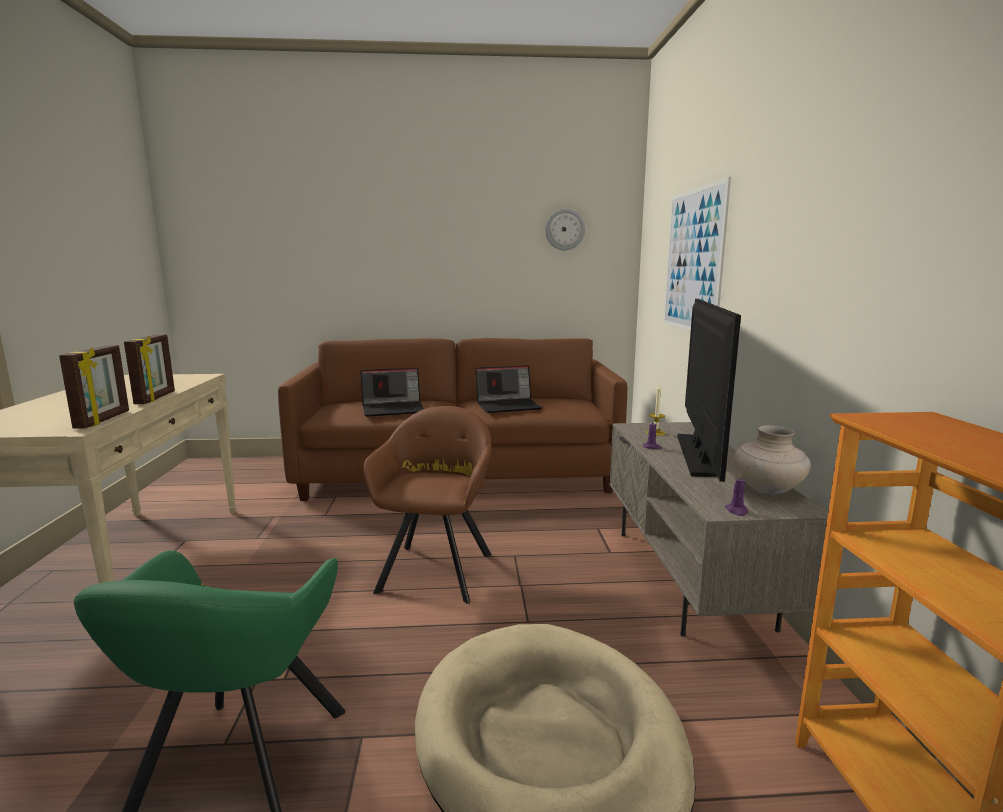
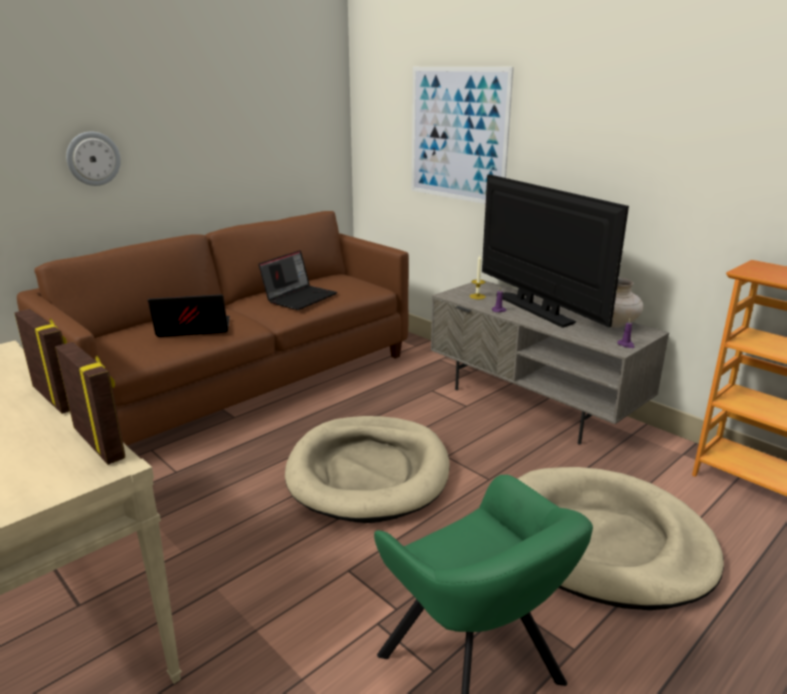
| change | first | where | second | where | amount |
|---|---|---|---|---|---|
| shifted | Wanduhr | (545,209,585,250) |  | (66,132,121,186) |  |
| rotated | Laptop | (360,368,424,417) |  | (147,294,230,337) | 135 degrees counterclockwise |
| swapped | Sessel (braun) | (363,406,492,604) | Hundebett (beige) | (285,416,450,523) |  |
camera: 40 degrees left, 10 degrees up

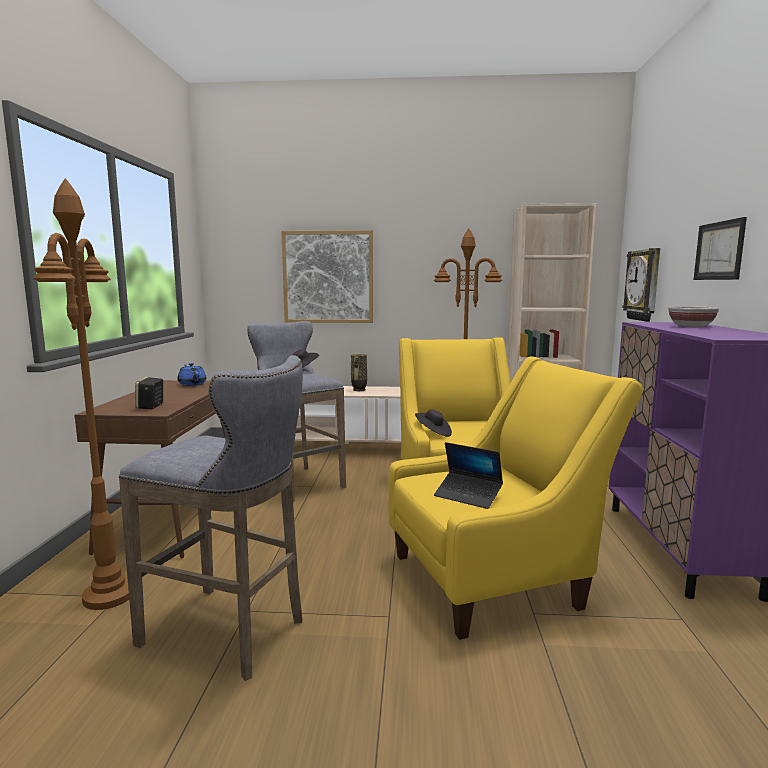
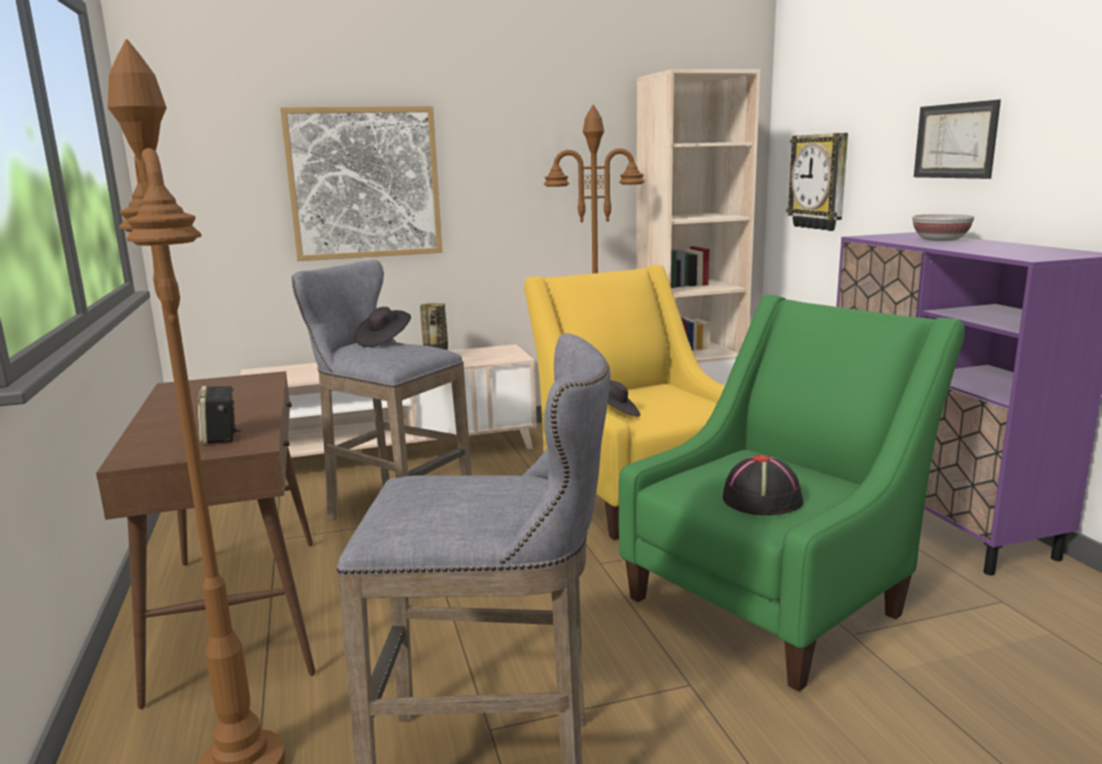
| change | first | where | second | where | amount |
|---|---|---|---|---|---|
| repainted | Sessel (gelb) | (389,356,644,640) | Sessel (grün) | (619,295,965,692) |  |
| gone | Teekanne (blau) | (177,363,206,386) |  |  |  |
| swapped | Laptop | (434,442,503,509) | Hut (schwarz) | (723,455,803,515) |  |
camera: 20 degrees left, 5 degrees up

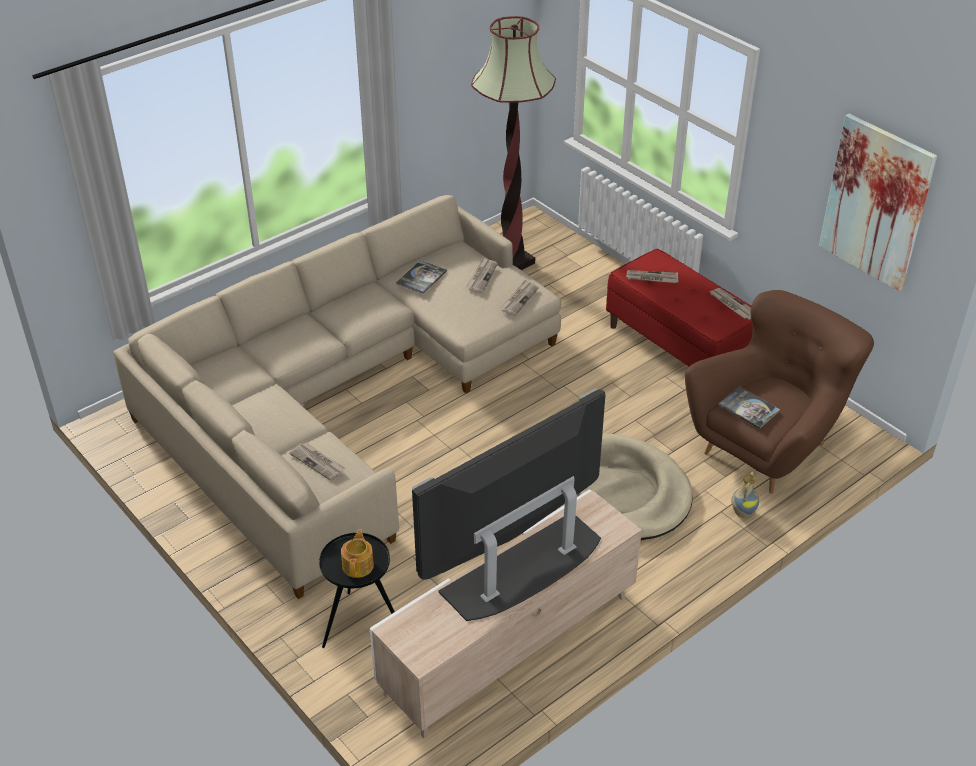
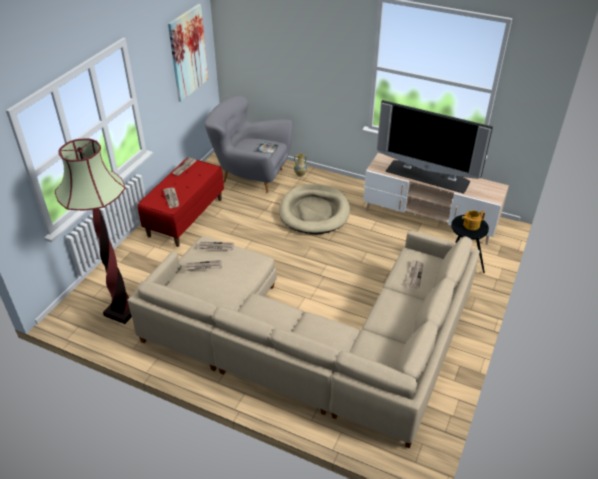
| change | first | where | second | where | amount |
|---|---|---|---|---|---|
| gone | Buch | (396,261,447,294) |  |  |  |
| repainted | Sessel (braun) | (685,290,874,494) | Sessel (grau) | (205,95,293,193) |  |
camera: 115 degrees left, 0 degrees up

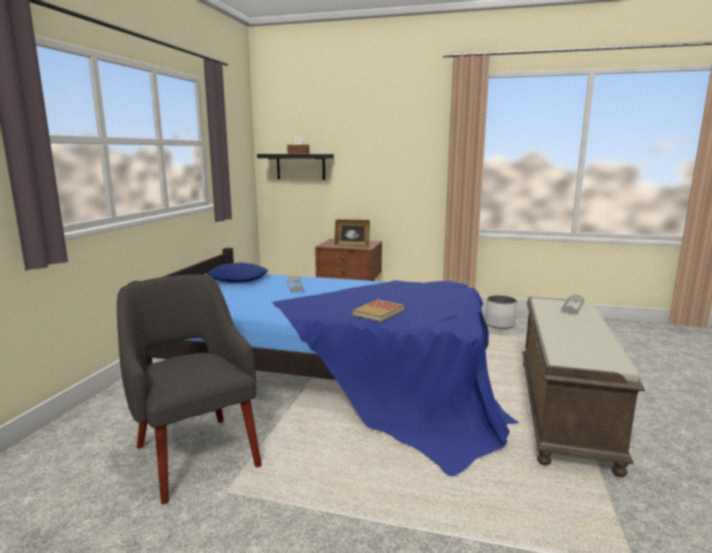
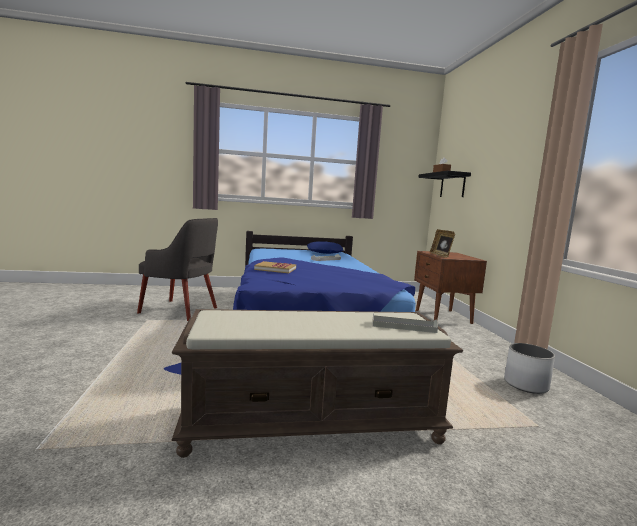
| change | first | where | second | where | amount |
|---|---|---|---|---|---|
| rotated | Sessel (grau) | (117,274,262,504) |  | (137,218,218,321) | 75 degrees clockwise |
camera: 65 degrees right, 5 degrees down

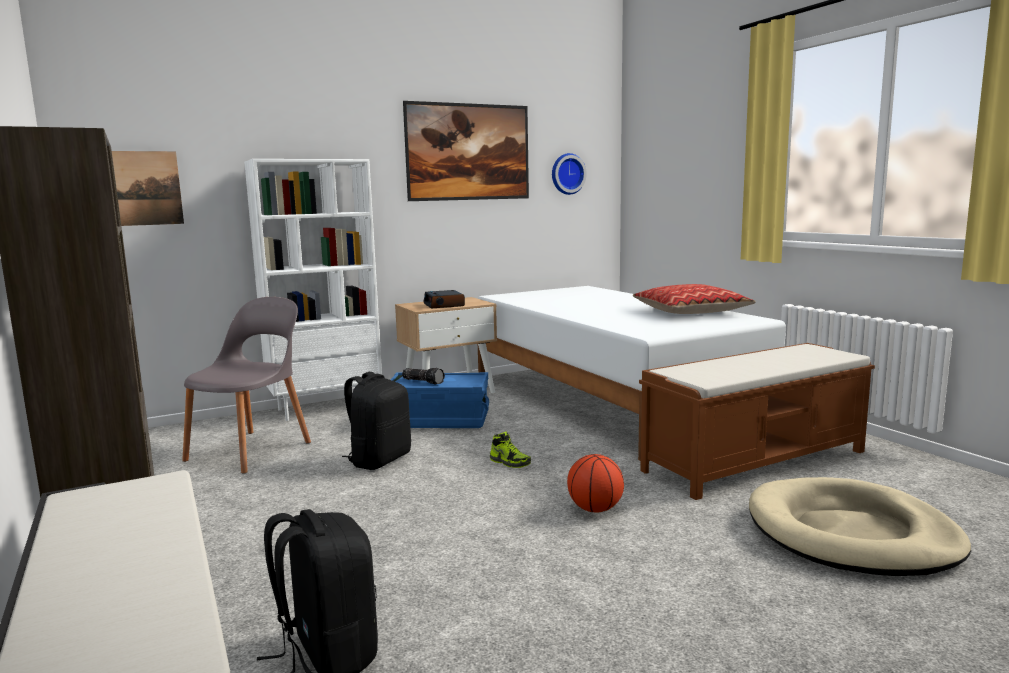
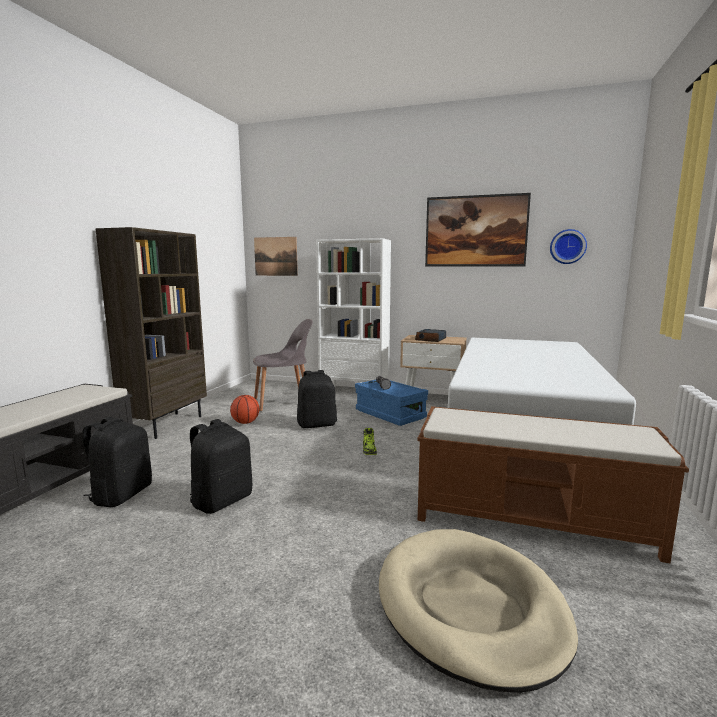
| change | first | where | second | where | amount |
|---|---|---|---|---|---|
| gone | Kissen | (633,284,756,314) |  |  |  |
| shifted | Basketball | (567,454,624,513) |  | (230,395,259,424) |  |
| new |  |  | Rucksack (schwarz) | (190,419,252,514) |  |
camera: 45 degrees right, 0 degrees up

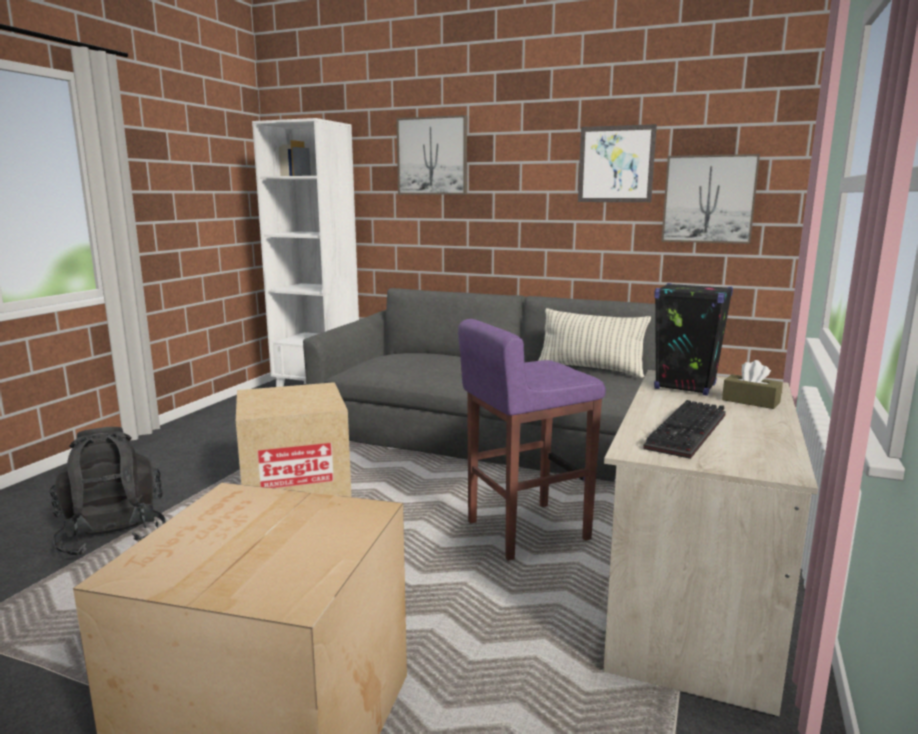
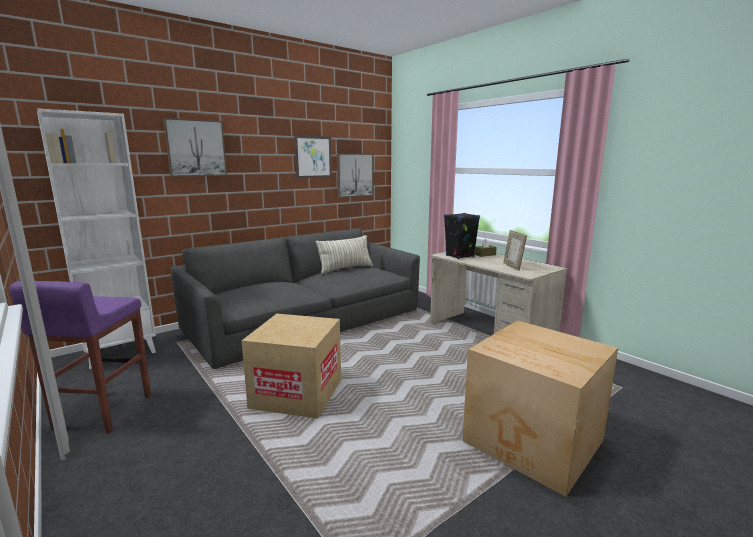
| change | first | where | second | where | amount |
|---|---|---|---|---|---|
| shifted | Hocker (lila) | (458,319,606,561) |  | (9,281,151,433) |  |
| swapped | Tastatur | (643,400,726,459) | Bilderrahmen | (503,230,527,271) |  |
| gone | Rucksack (schwarz) | (49,427,165,557) |  |  |  |
camera: 60 degrees left, 0 degrees up

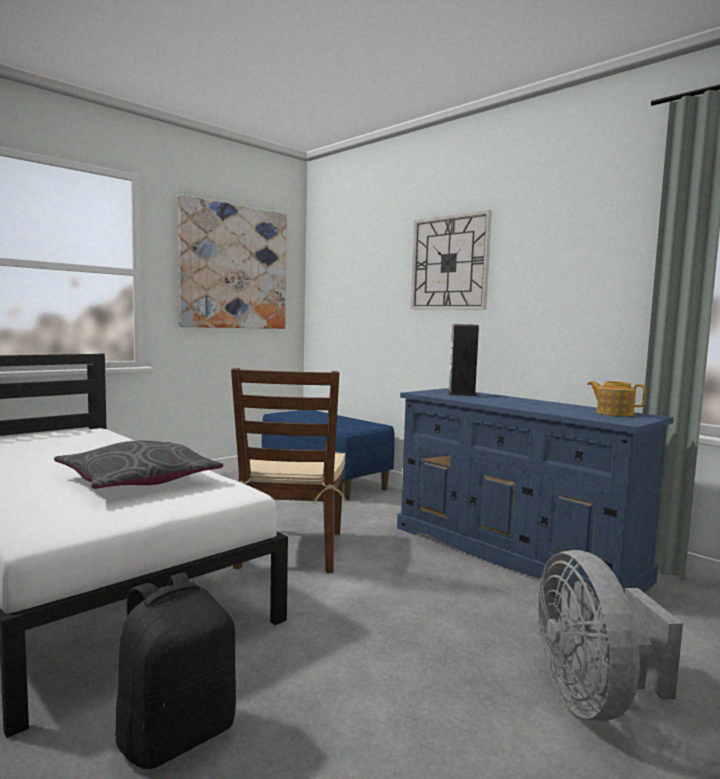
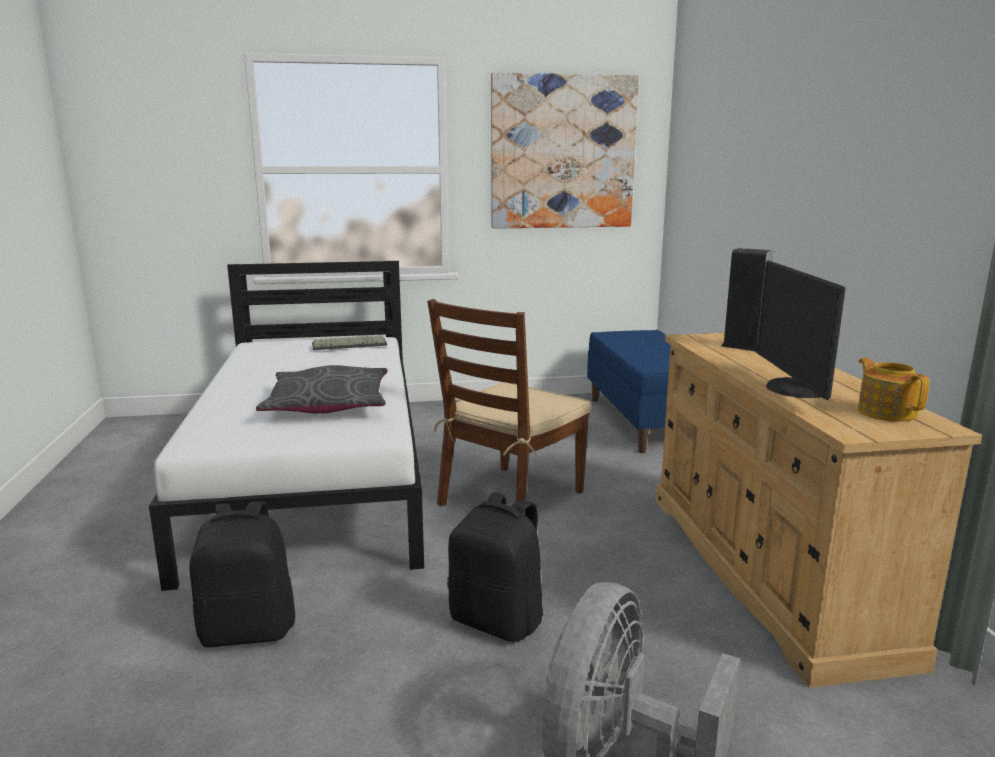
| change | first | where | second | where | amount |
|---|---|---|---|---|---|
| gone | Wanduhr | (411,210,492,310) |  |  |  |
| repainted | Kommode (blau) | (397,388,674,604) | Kommode (beige) | (656,333,982,688) |  |
| new |  |  | Monitor | (756,261,846,400) |  |
| new |  |  | Tastatur | (312,335,387,350) |  |
| new |  |  | Rucksack (schwarz) | (447,492,544,642) |  |
camera: 35 degrees right, 10 degrees up

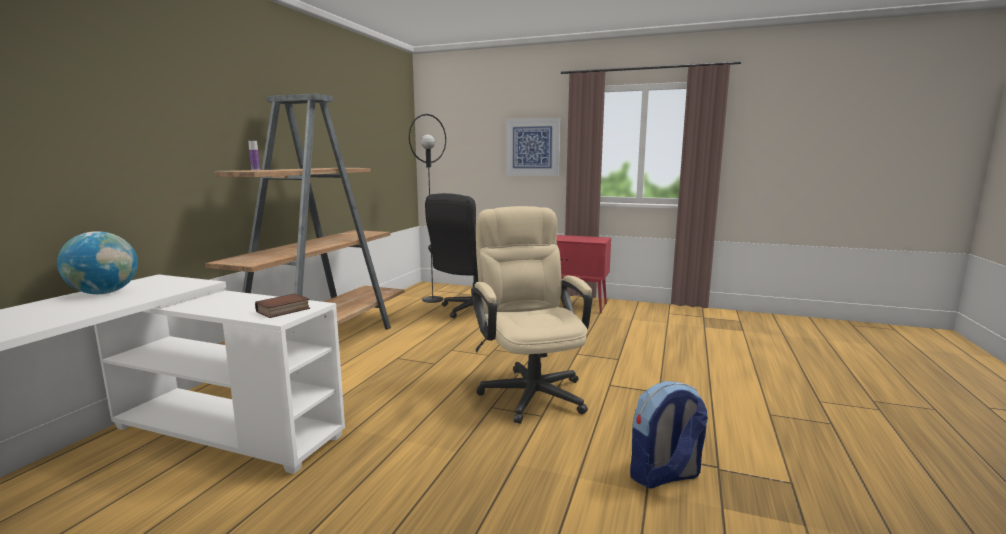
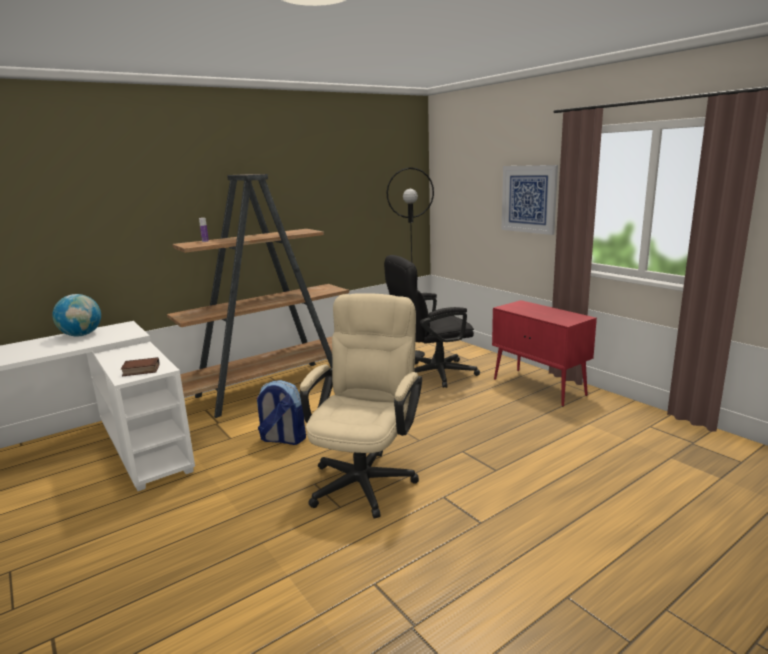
| change | first | where | second | where | amount |
|---|---|---|---|---|---|
| shifted | Rucksack | (630,381,708,489) |  | (256,380,306,445) |  |
camera: 35 degrees right, 5 degrees up

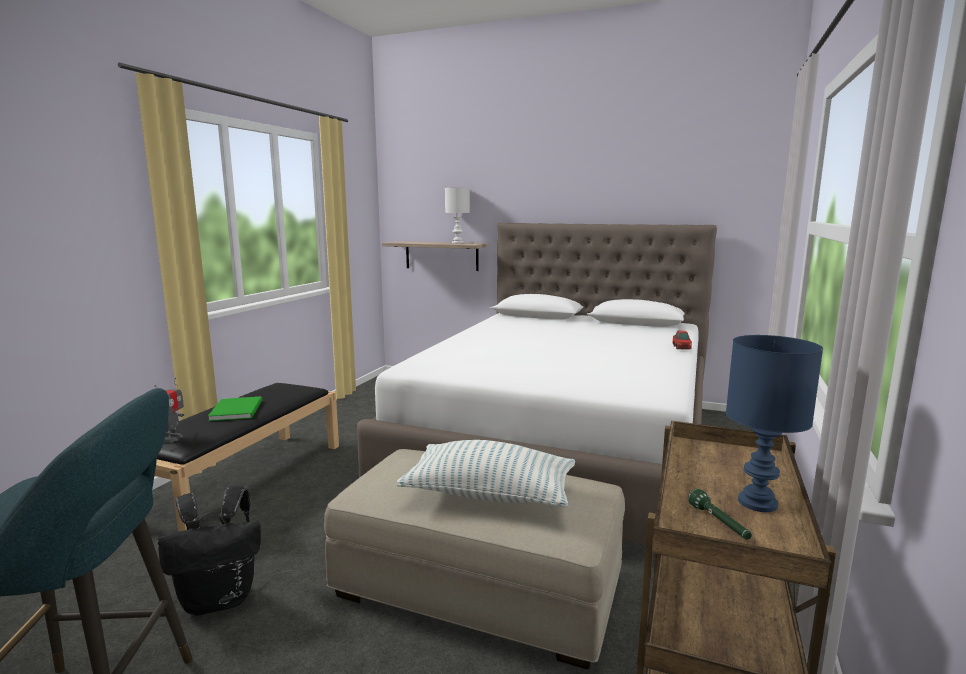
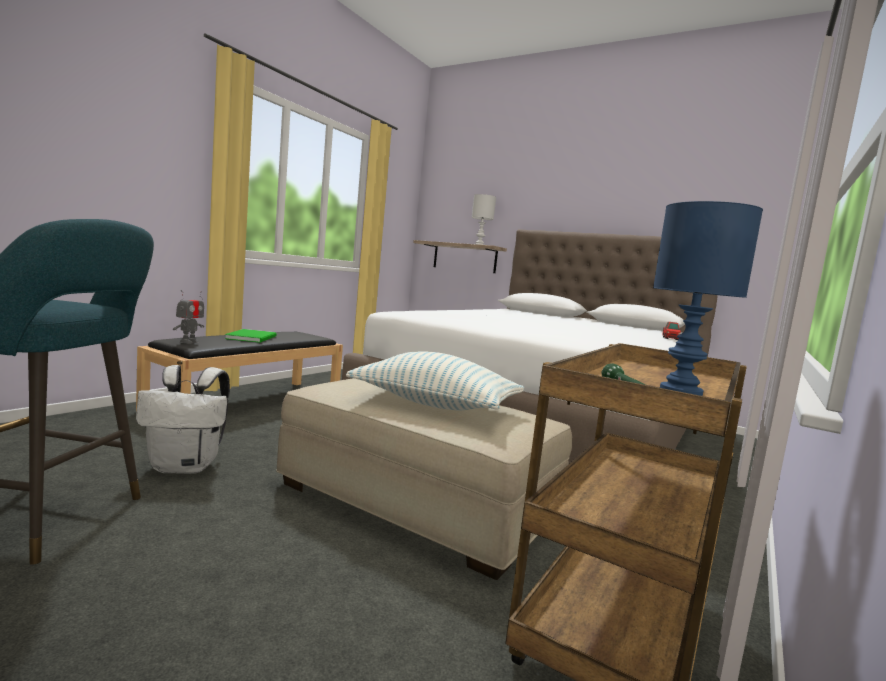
| change | first | where | second | where | amount |
|---|---|---|---|---|---|
| repainted | Rucksack (schwarz) | (158,486,261,615) | Rucksack (weiß) | (136,365,230,474) |  |
camera: 10 degrees right, 5 degrees down

